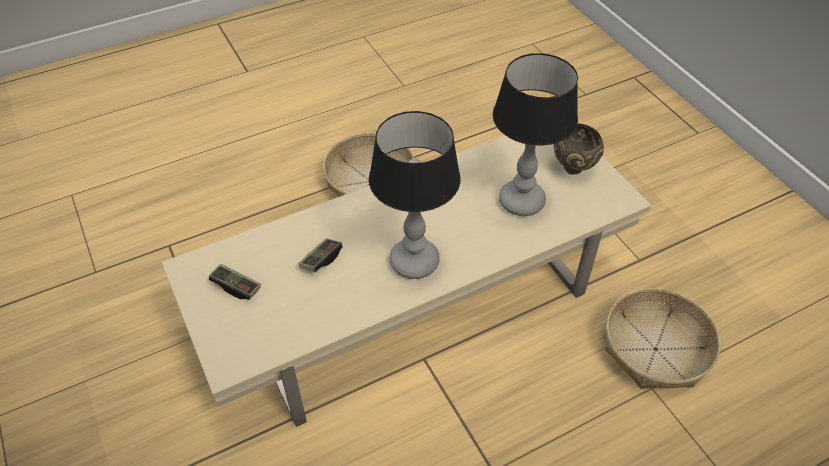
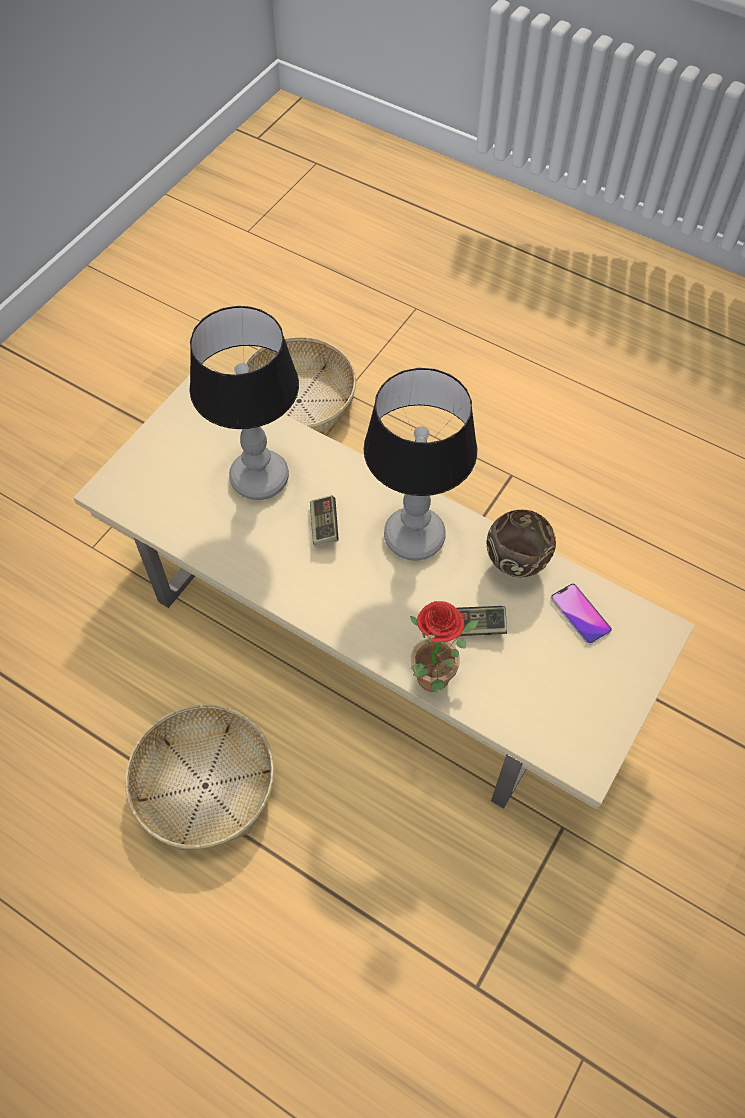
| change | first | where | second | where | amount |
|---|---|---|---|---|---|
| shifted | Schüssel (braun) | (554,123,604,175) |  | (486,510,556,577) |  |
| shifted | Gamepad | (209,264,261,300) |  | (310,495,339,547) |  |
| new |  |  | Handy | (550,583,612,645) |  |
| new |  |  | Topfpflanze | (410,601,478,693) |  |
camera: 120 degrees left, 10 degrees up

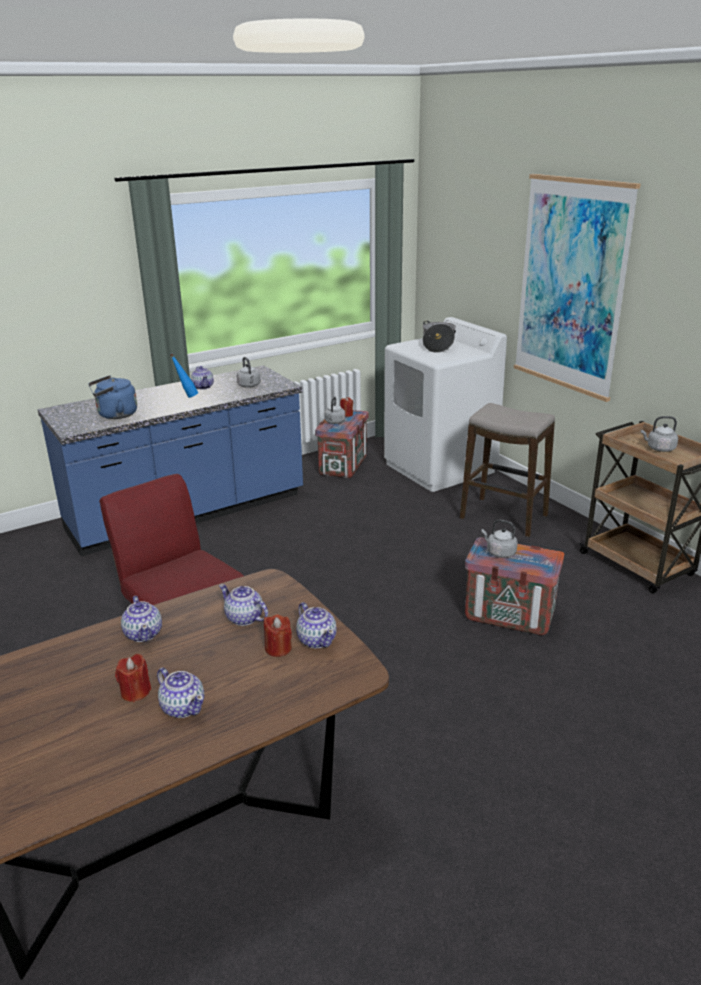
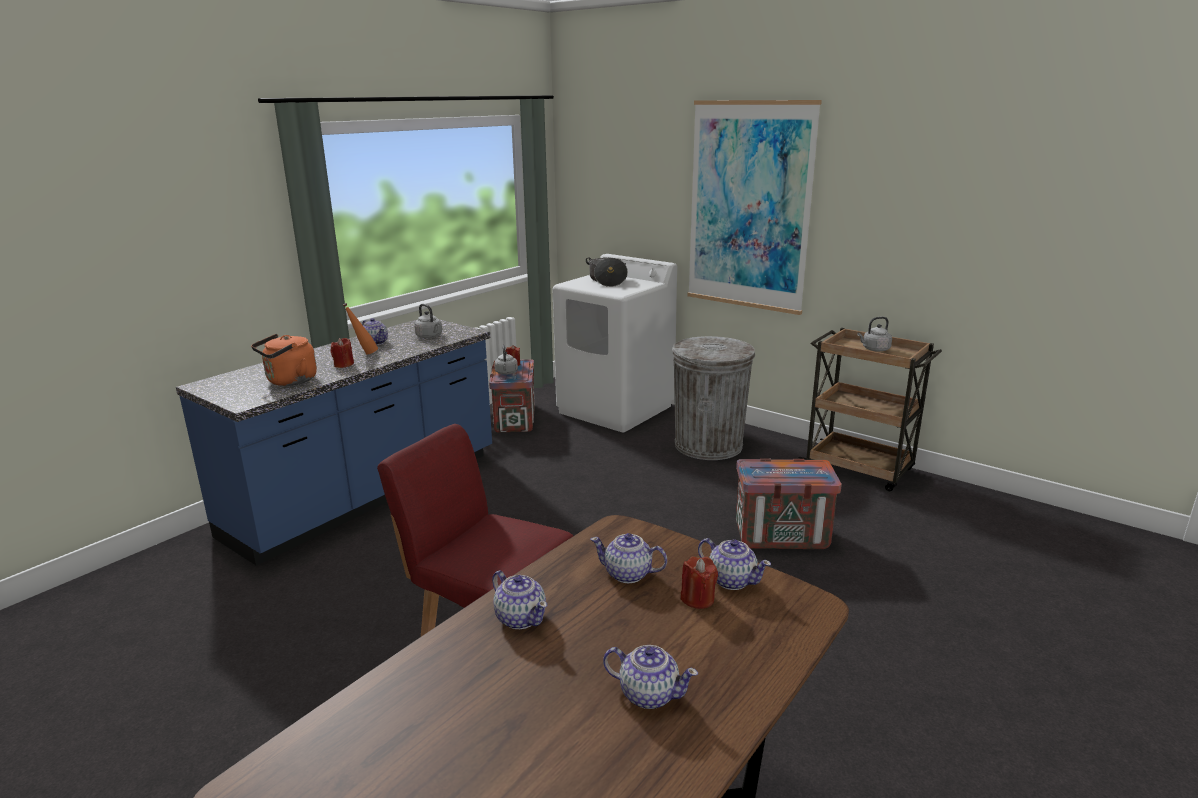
| change | first | where | second | where | amount |
|---|---|---|---|---|---|
| repainted | Flasche (blau) | (170,353,198,398) | Flasche (orange) | (343,303,378,354) |  |
| repainted | Wasserkessel (blau) | (89,375,137,419) | Wasserkessel (orange) | (251,334,317,386) |  |
| swapped | Hocker | (460,403,555,537) | Mülleimer (grau) | (672,336,755,460) |  |
| gone | Wasserkessel (grau) | (481,520,518,558) |  |  |  |
| shifted | Kerze (rot) | (115,654,151,702) |  | (331,338,354,368) |  |
camera: 20 degrees left, 5 degrees down

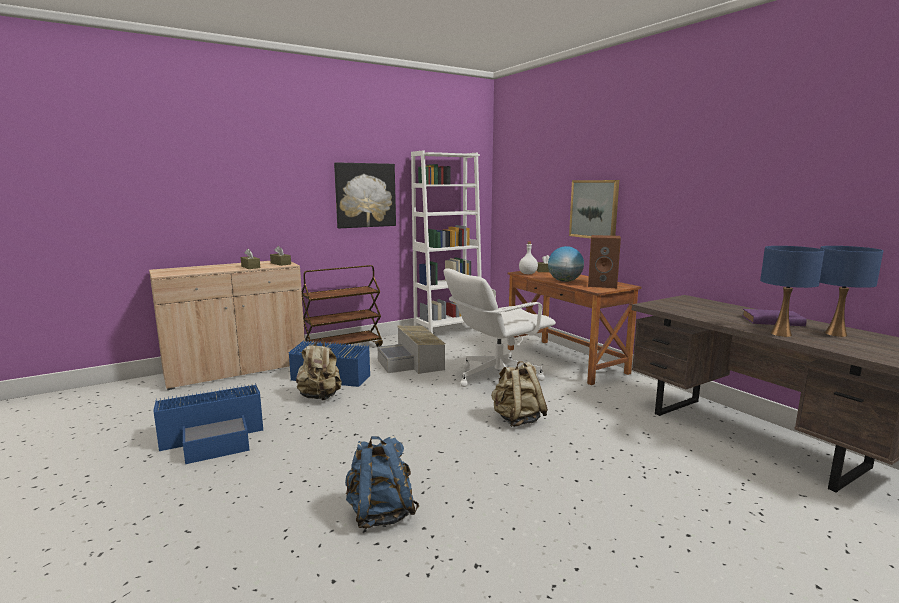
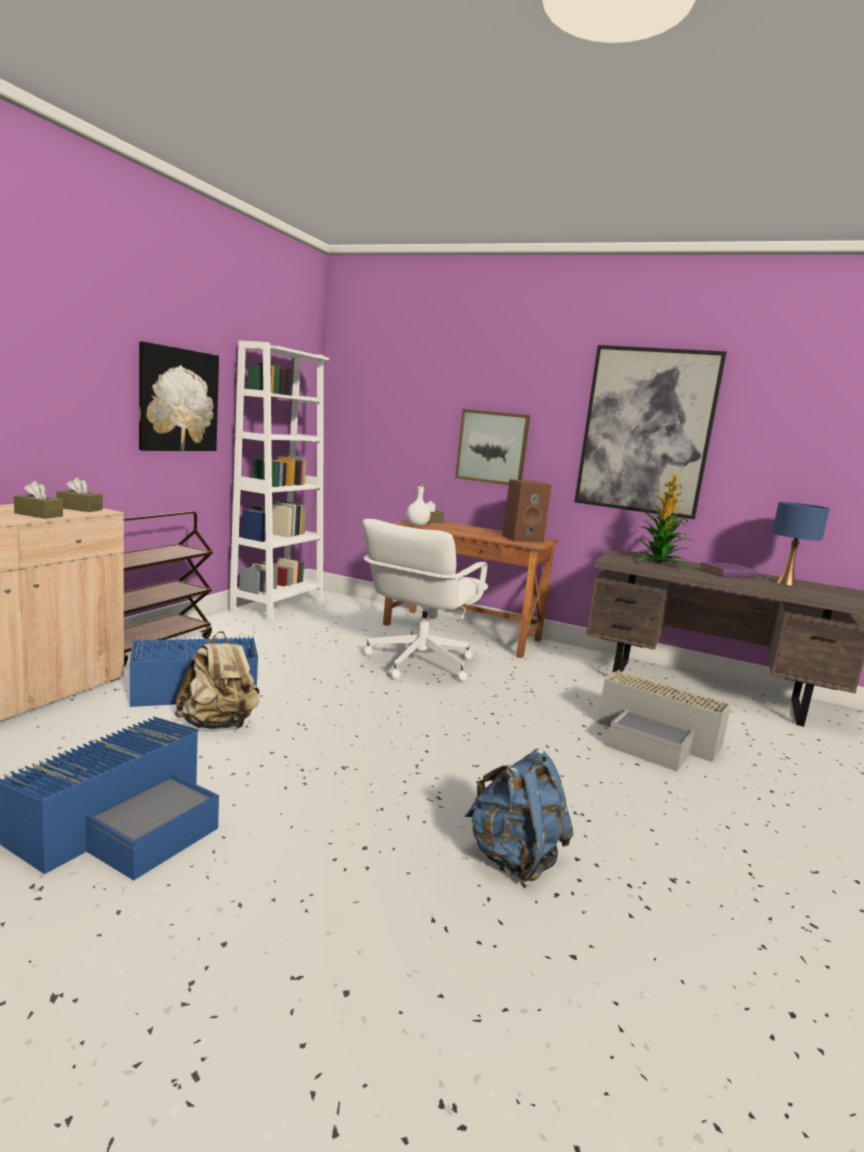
| change | first | where | second | where | amount |
|---|---|---|---|---|---|
| gone | Globus | (548,246,584,282) |  |  |  |
| gone | Tischlampe (blau) | (760,246,825,337) |  |  |  |
| shifted | Aufbewahrungsbox (grau) | (378,326,445,374) |  | (597,670,732,772) |  |
| gone | Rucksack (beige) | (491,361,548,427) |  |  |  |
| new |  |  | Bild | (574,345,727,519) |  |
| new |  |  | Topfpflanze | (630,469,695,568) |  |
camera: 35 degrees left, 0 degrees up

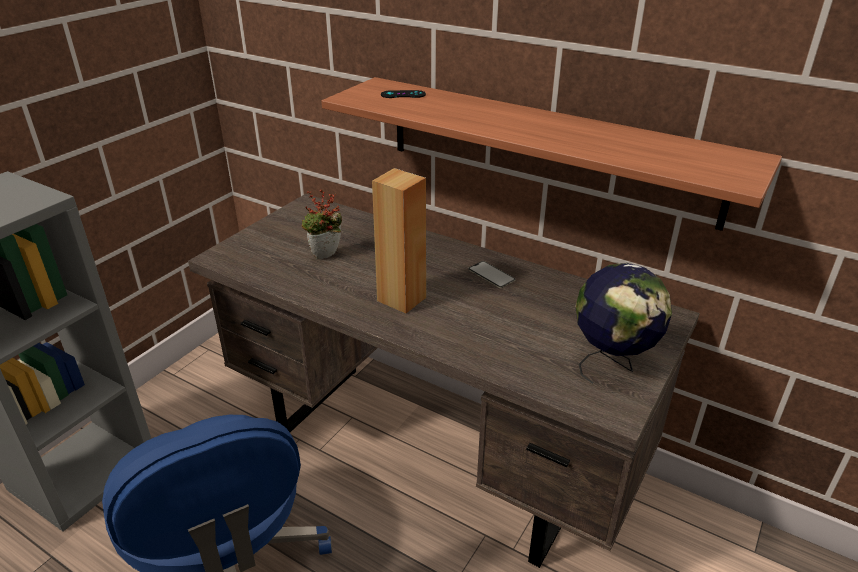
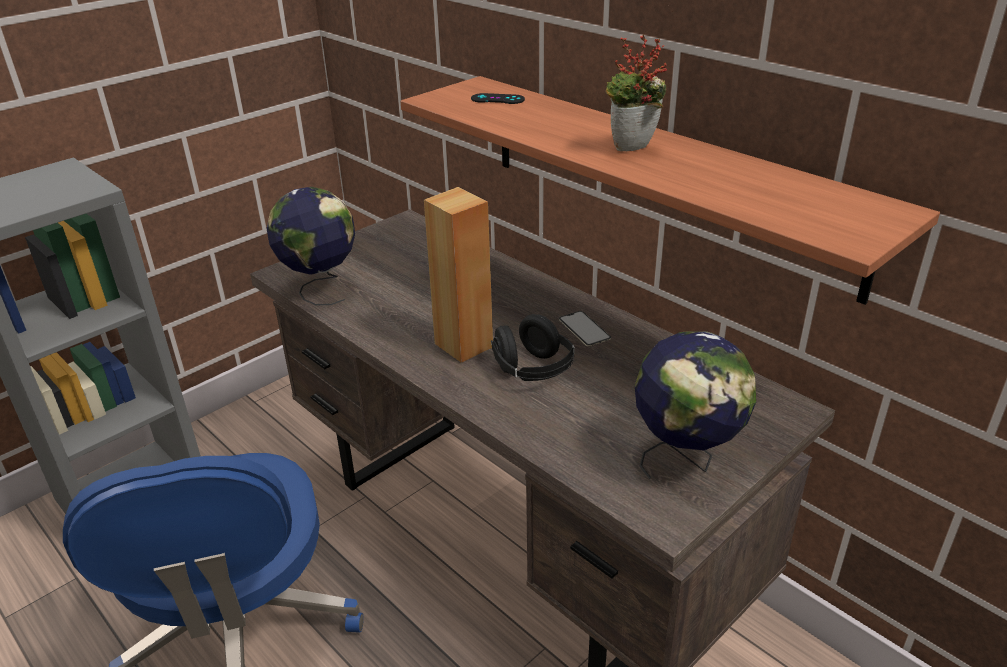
| change | first | where | second | where | amount |
|---|---|---|---|---|---|
| shifted | Topfpflanze | (302,189,342,259) |  | (606,34,667,151) |  |
| new |  |  | Globus | (266,187,355,305) |  |
| new |  |  | Kopfhörer (schwarz) | (491,314,575,381) |  |
camera: 15 degrees right, 0 degrees up

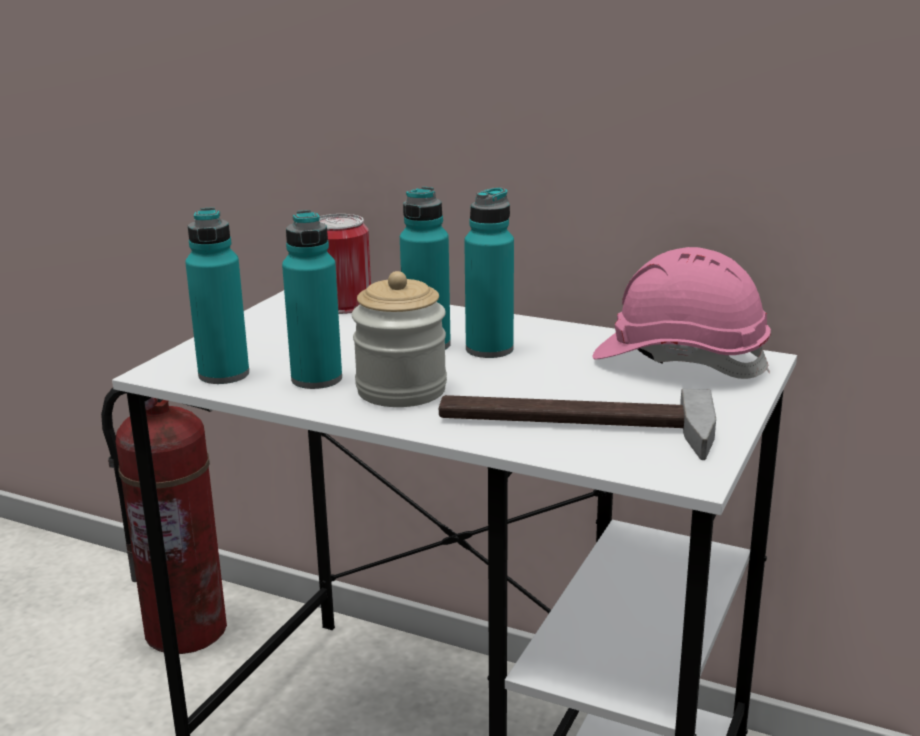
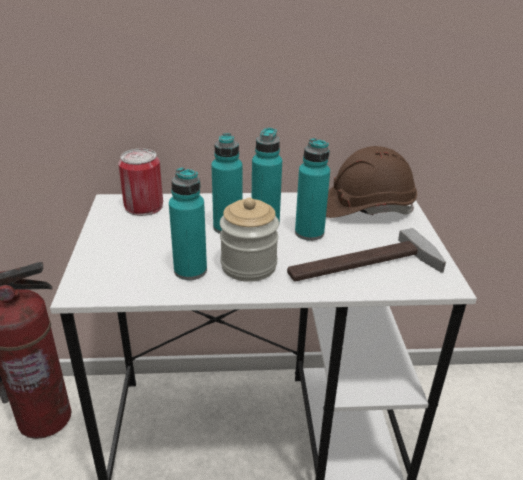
| change | first | where | second | where | amount |
|---|---|---|---|---|---|
| shifted | Flasche (türkis) | (185,208,249,384) |  | (295,138,330,241) |  |
| repainted | Schutzhelm (rosa) | (592,247,771,379) | Schutzhelm (braun) | (326,146,417,218) |  |
camera: 30 degrees left, 10 degrees up

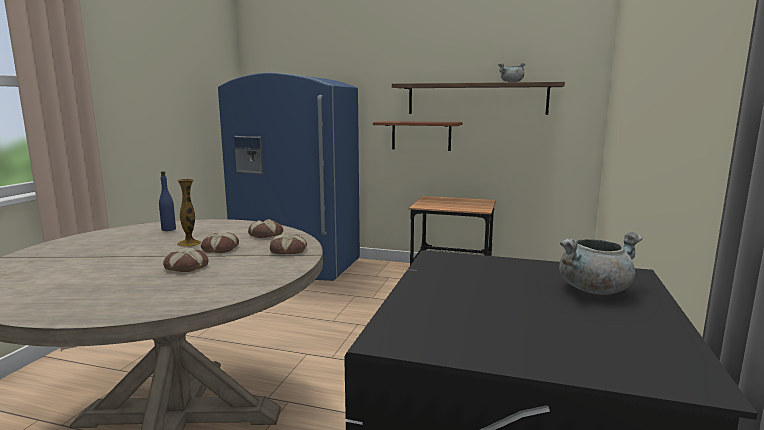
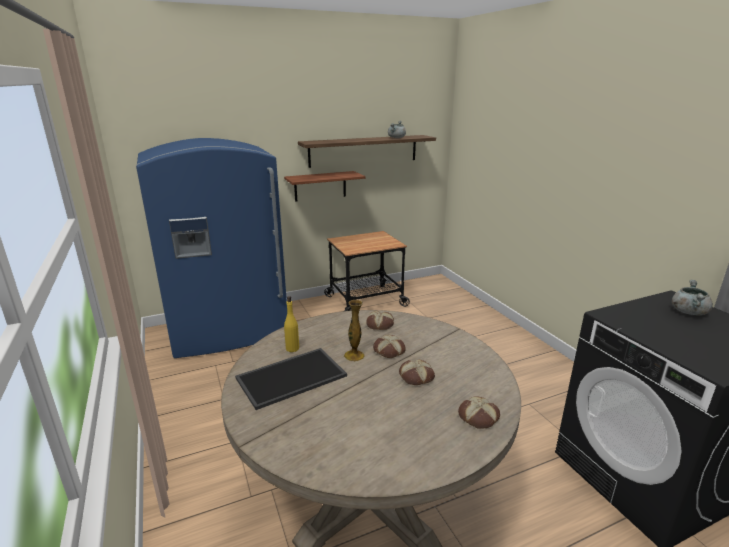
| change | first | where | second | where | amount |
|---|---|---|---|---|---|
| repainted | Flasche (blau) | (159,171,176,231) | Flasche (gelb) | (284,296,299,352) |  |
| shifted | Brot | (270,234,307,254) |  | (458,396,500,429) |  |
| new |  |  | Tablett | (235,348,347,410) |  |
camera: 40 degrees left, 10 degrees up

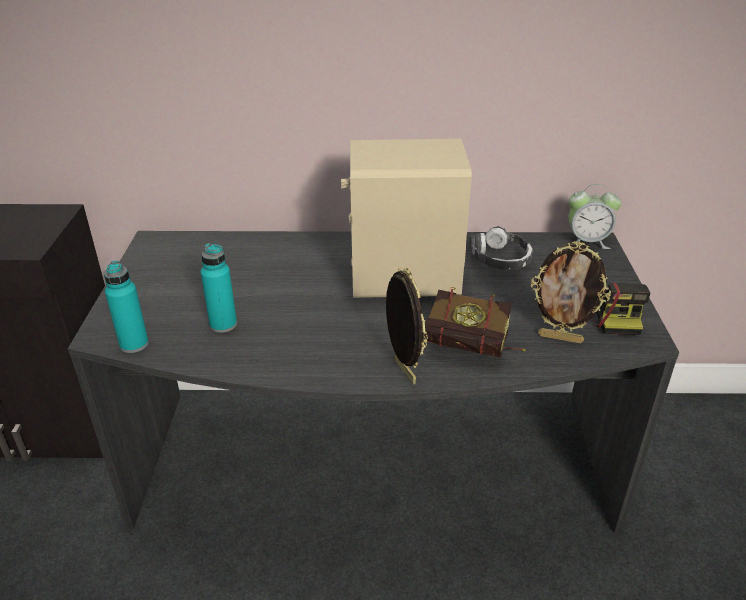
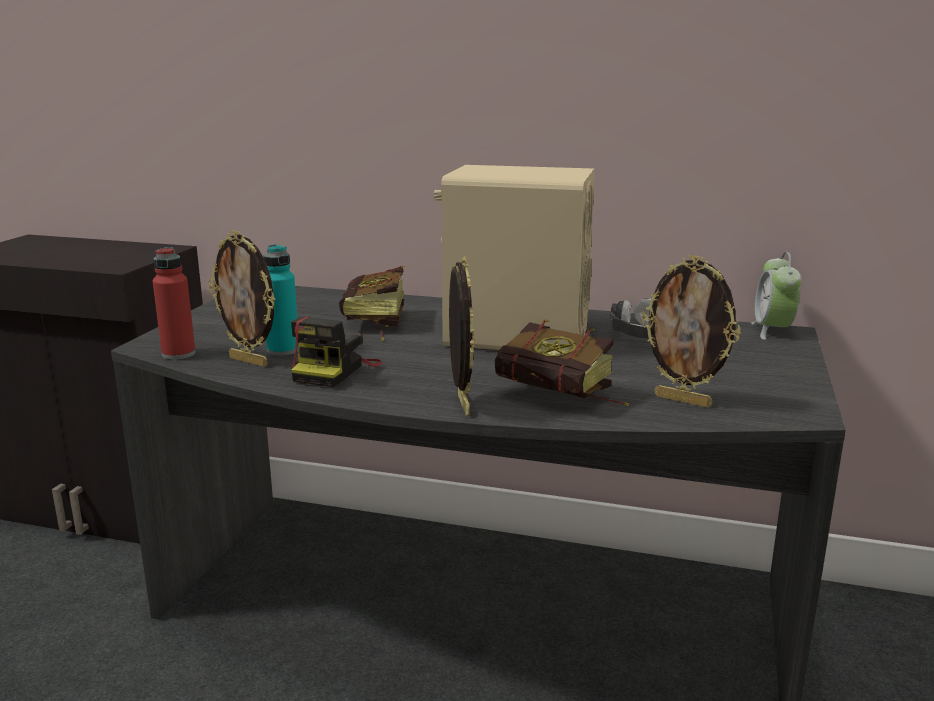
| change | first | where | second | where | amount |
|---|---|---|---|---|---|
| rotated | Wecker | (568,184,621,249) |  | (751,252,802,340) | 75 degrees clockwise |
| repainted | Flasche (türkis) | (104,261,149,353) | Flasche (rot) | (153,247,196,360) |  |
| shifted | Kamera | (593,283,650,335) |  | (291,317,382,387) |  |
| new |  |  | Bilderrahmen | (208,230,275,367) |  |
| new |  |  | Buch | (339,266,405,340) |  |
camera: 15 degrees right, 15 degrees down

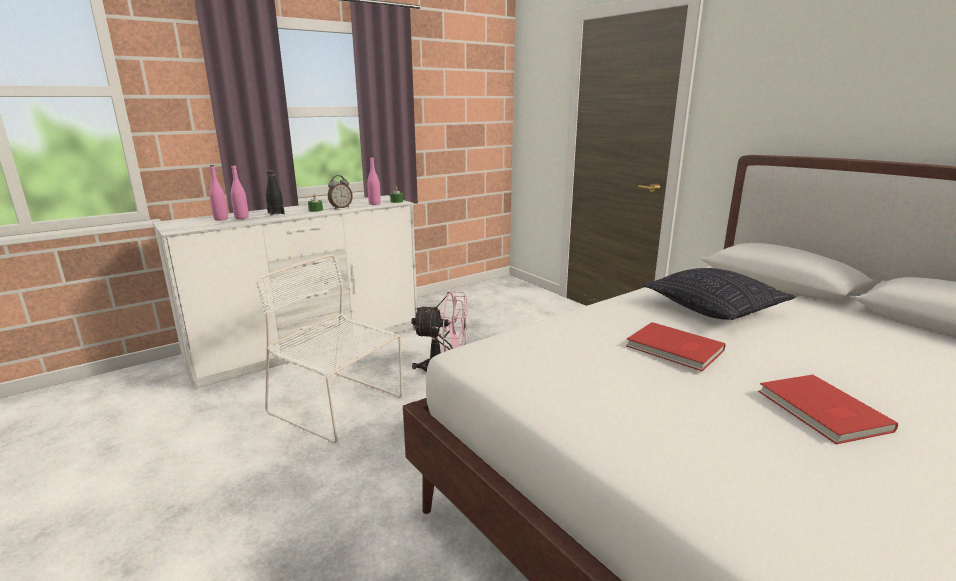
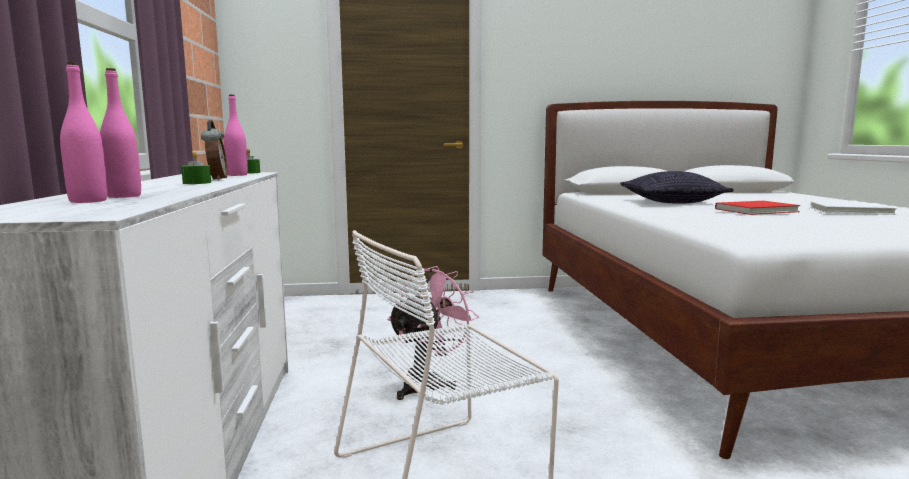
| change | first | where | second | where | amount |
|---|---|---|---|---|---|
| gone | Flasche (schwarz) | (266,170,285,216) |  |  |  |
| repainted | Buch (rot) | (758,375,898,444) | Buch (weiß) | (810,202,897,215) |  |
camera: 60 degrees left, 10 degrees down

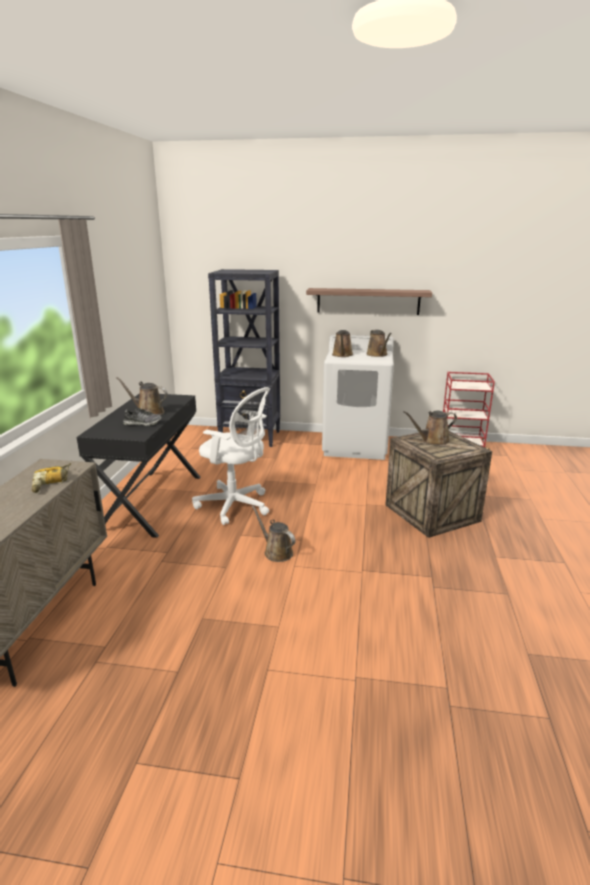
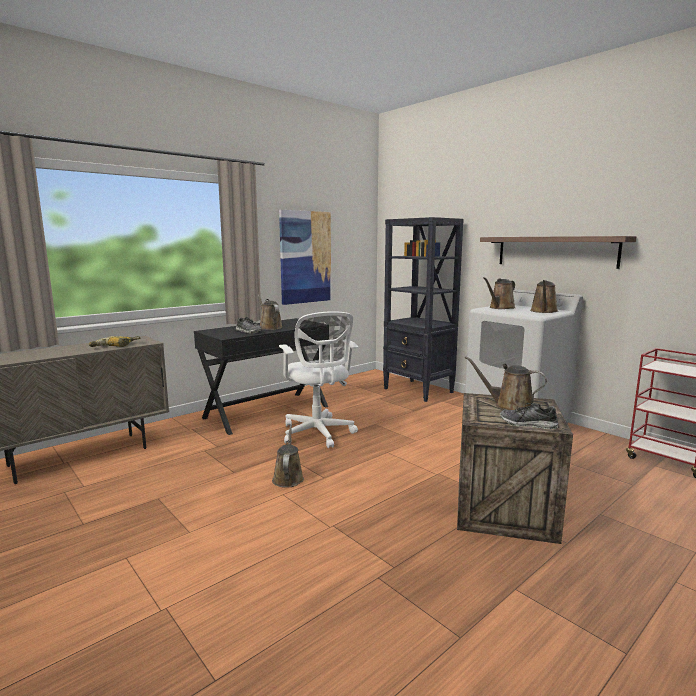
| change | first | where | second | where | amount |
|---|---|---|---|---|---|
| new |  |  | Bild | (279,210,331,305) |  |
| new |  |  | Schuh | (500,403,558,429) |  |
camera: 40 degrees right, 10 degrees down

